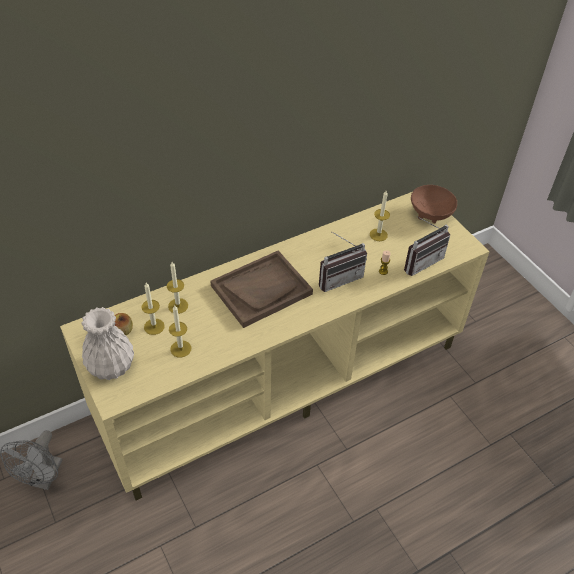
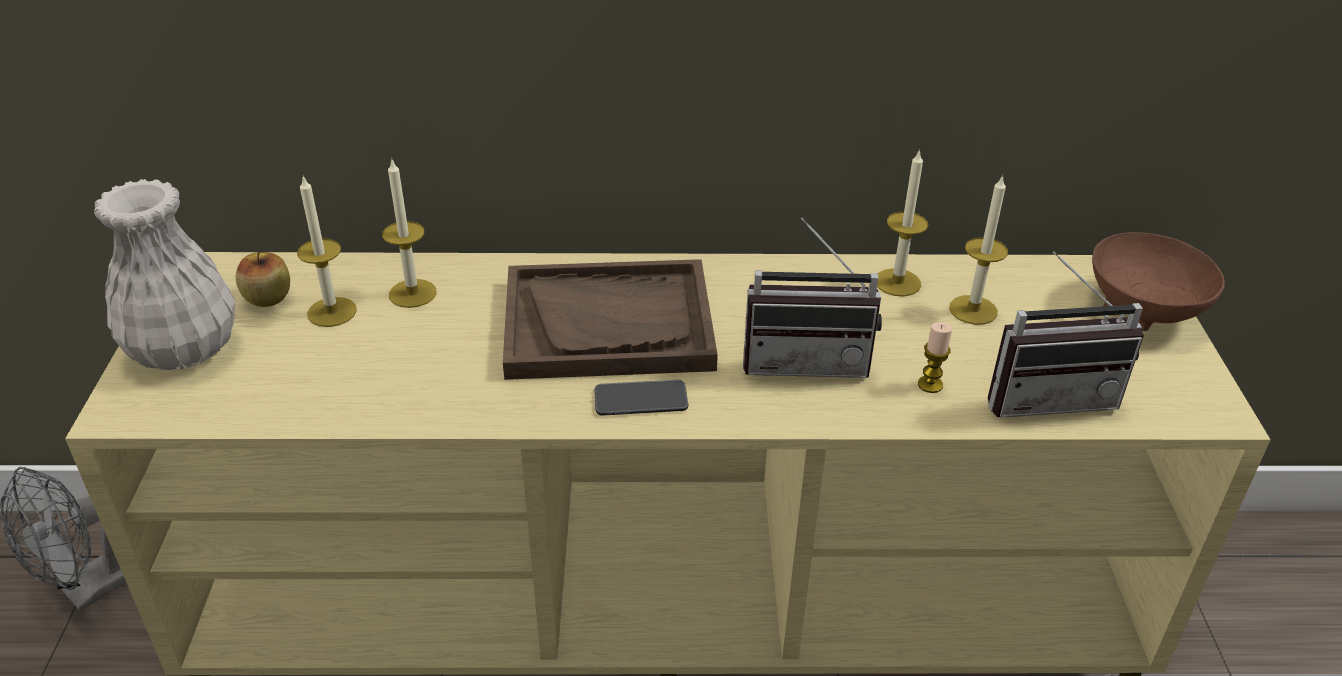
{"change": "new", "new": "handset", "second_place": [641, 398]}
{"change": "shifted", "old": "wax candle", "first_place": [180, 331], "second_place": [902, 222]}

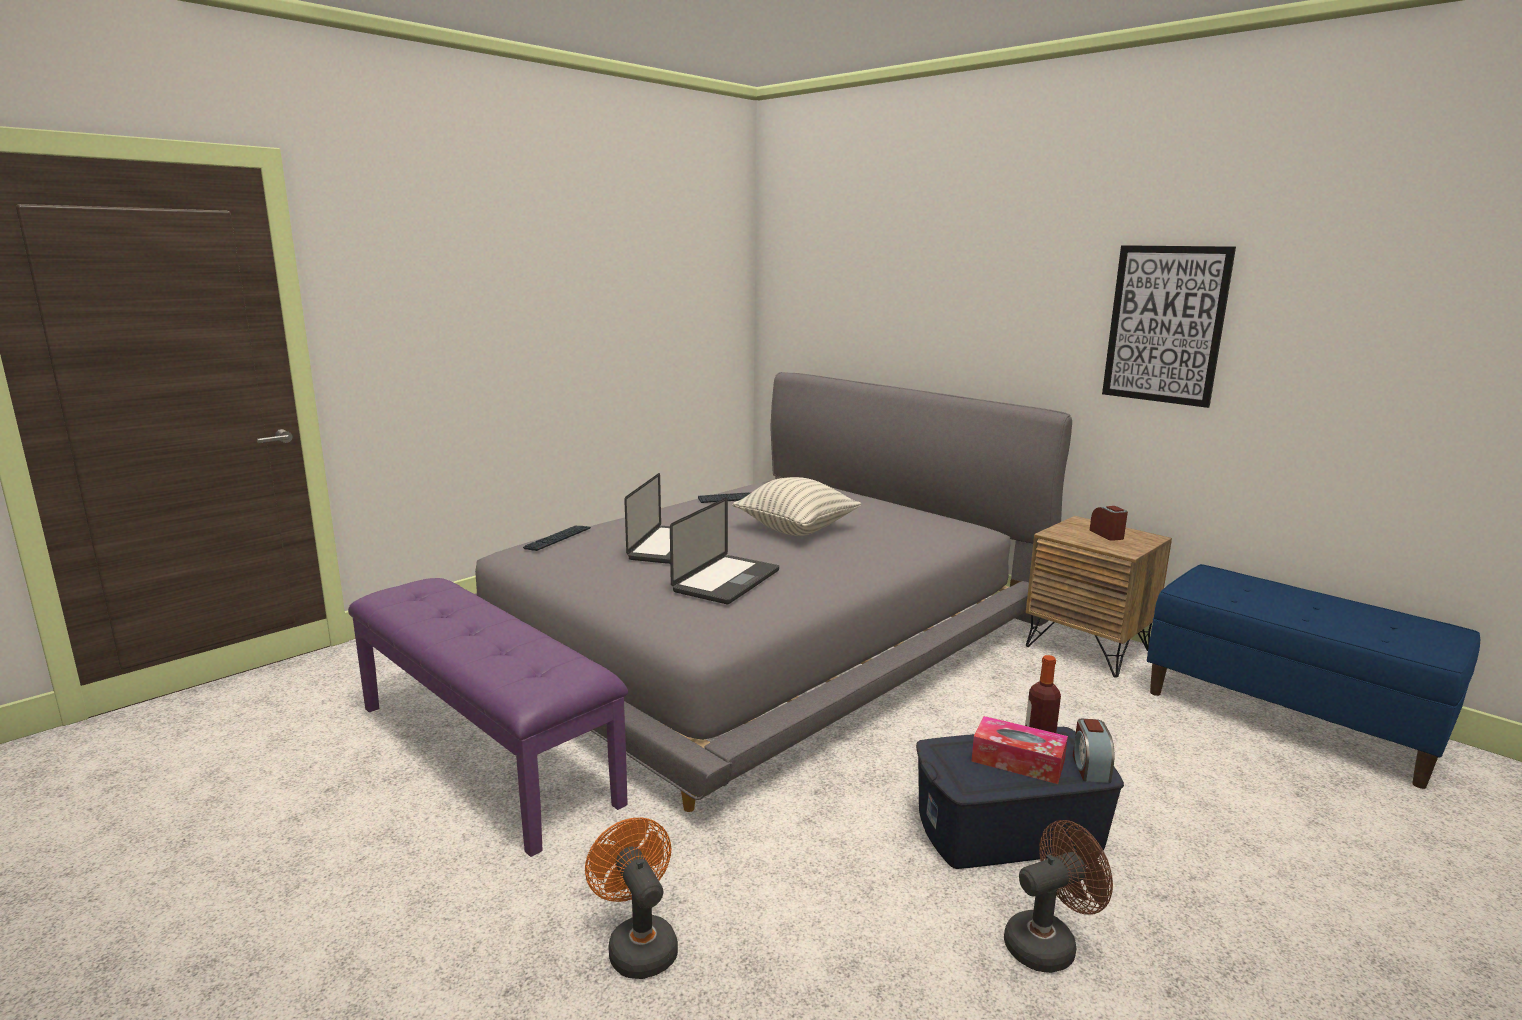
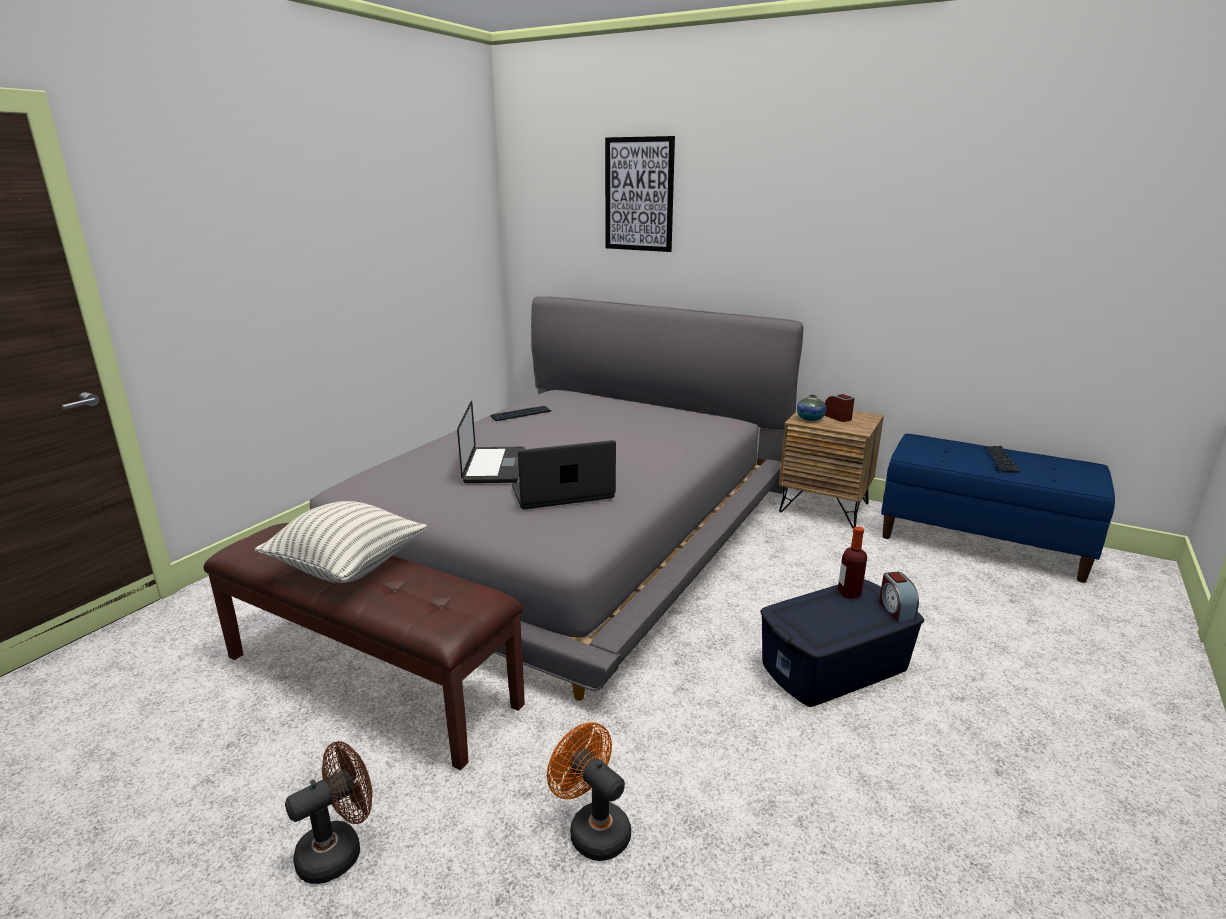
{"change": "repainted", "old": "purplish indoor bench", "new": "brownish indoor bench", "first_place": [488, 717], "second_place": [364, 646]}
{"change": "shifted", "old": "throw pillow", "first_place": [796, 506], "second_place": [341, 542]}
{"change": "shifted", "old": "brownish fan", "first_place": [1058, 896], "second_place": [328, 812]}
{"change": "rotated", "old": "portable computer", "first_place": [724, 551], "second_place": [564, 474], "degrees": -120}
{"change": "shifted", "old": "wall art", "first_place": [1169, 326], "second_place": [640, 194]}
{"change": "new", "new": "vase", "second_place": [811, 408]}
{"change": "shifted", "old": "keyboard", "first_place": [557, 538], "second_place": [1002, 459]}
{"change": "gone", "old": "tissue holder", "first_place": [1019, 750]}

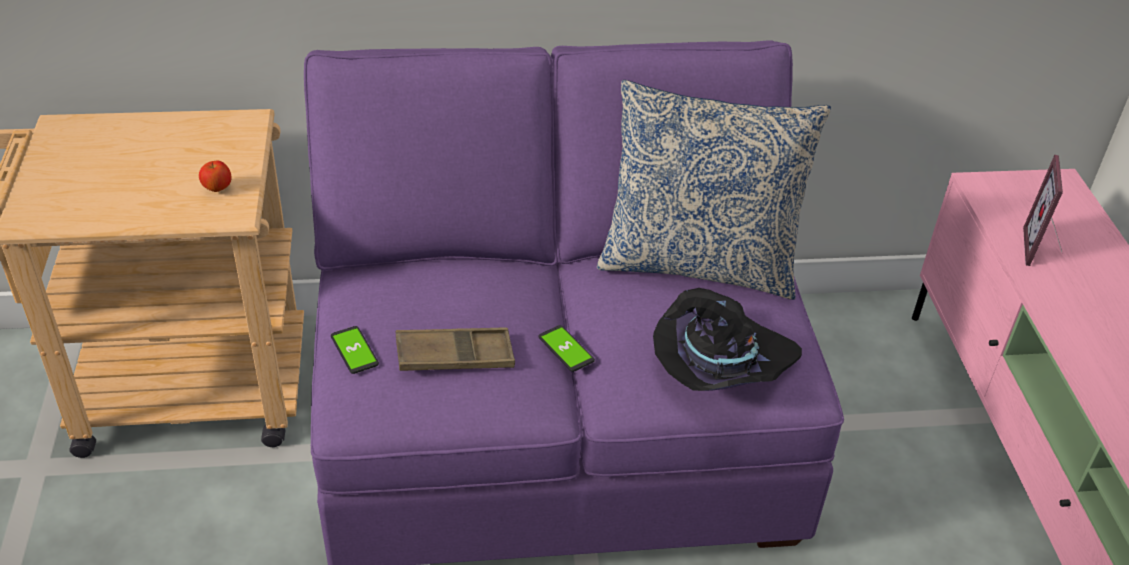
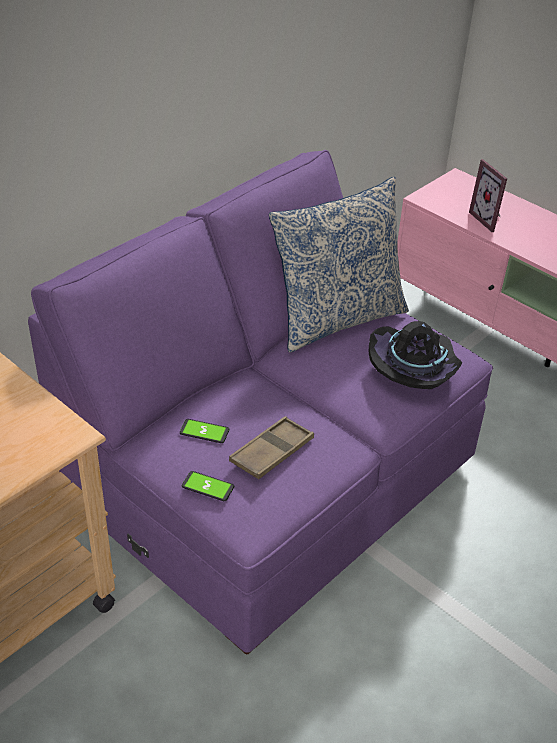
{"change": "shifted", "old": "handset", "first_place": [567, 348], "second_place": [204, 431]}
{"change": "gone", "old": "apple fruit", "first_place": [215, 176]}

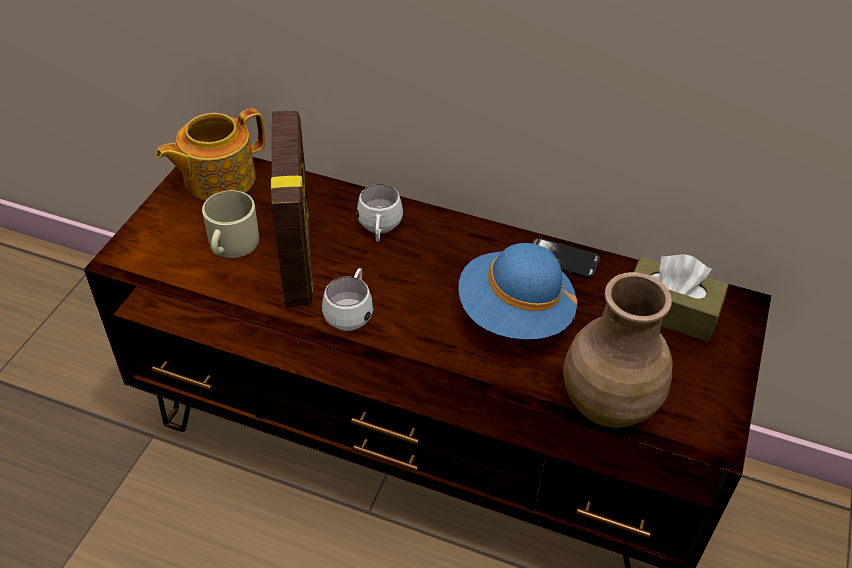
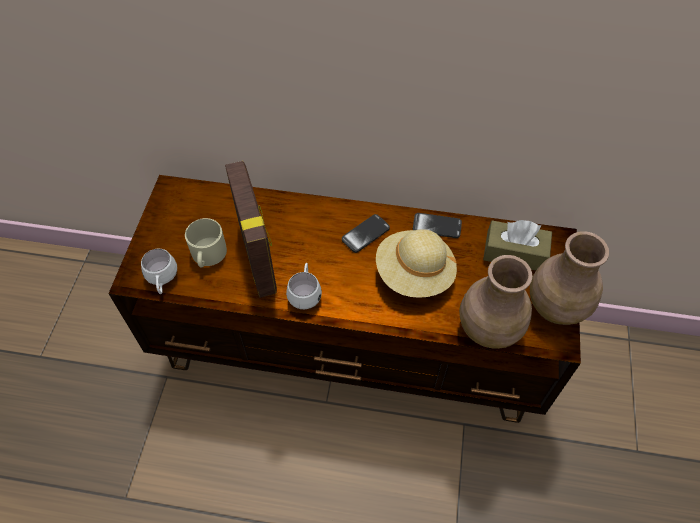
{"change": "shifted", "old": "white coffee mug", "first_place": [379, 213], "second_place": [159, 271]}
{"change": "new", "new": "handset", "second_place": [366, 233]}
{"change": "repainted", "old": "blue-coloured wearable hat", "new": "sand-coloured wearable hat", "first_place": [517, 291], "second_place": [416, 263]}
{"change": "new", "new": "brownish vase", "second_place": [569, 278]}
{"change": "gone", "old": "pot for tea", "first_place": [210, 154]}

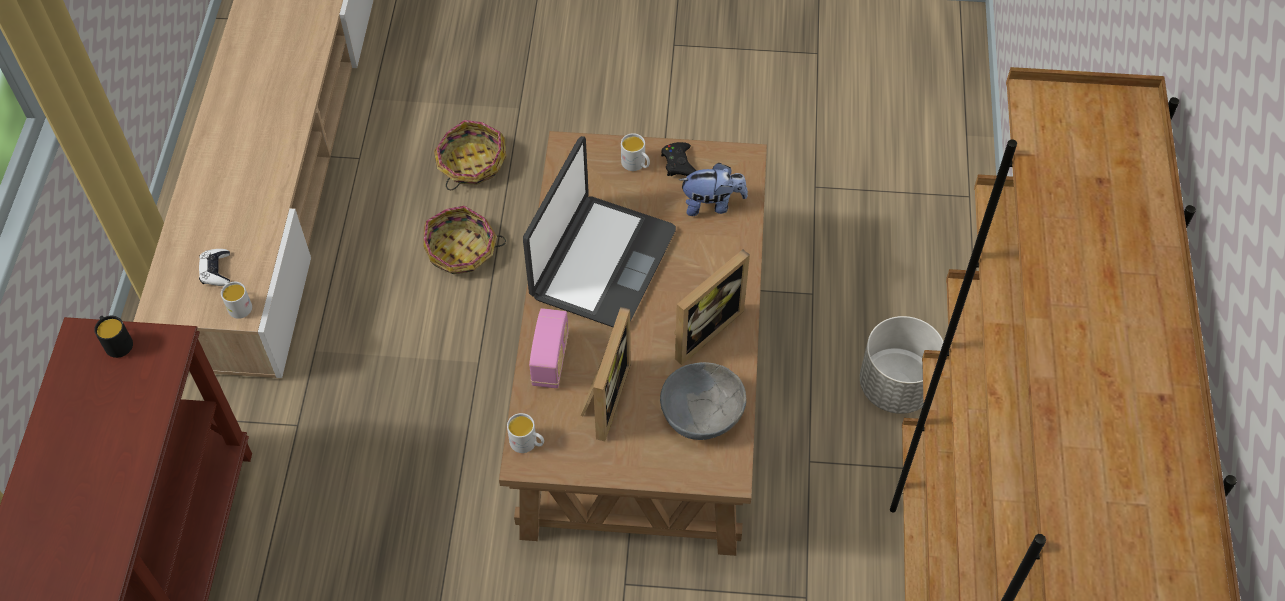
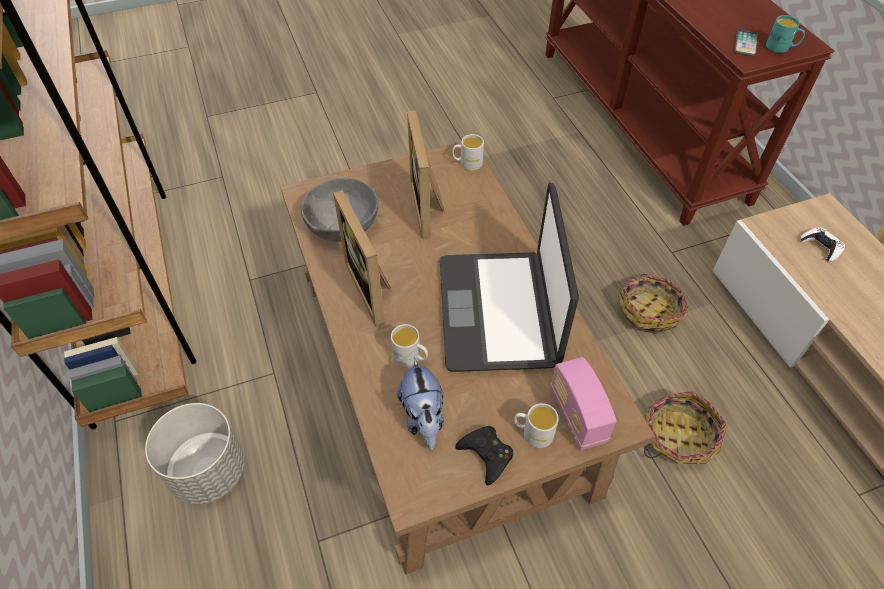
{"change": "rotated", "old": "picture frame", "first_place": [712, 307], "second_place": [362, 258], "degrees": -45}
{"change": "shifted", "old": "white coffee mug", "first_place": [236, 300], "second_place": [409, 345]}
{"change": "rotated", "old": "cuddly toy", "first_place": [713, 189], "second_place": [420, 403], "degrees": -75}
{"change": "shifted", "old": "radio receiver", "first_place": [549, 348], "second_place": [583, 404]}
{"change": "shifted", "old": "household basket", "first_place": [470, 155], "second_place": [653, 304]}
{"change": "new", "new": "handset", "second_place": [746, 43]}
{"change": "repainted", "old": "blackish coffee mug", "new": "turquoise coffee mug", "first_place": [113, 337], "second_place": [785, 34]}

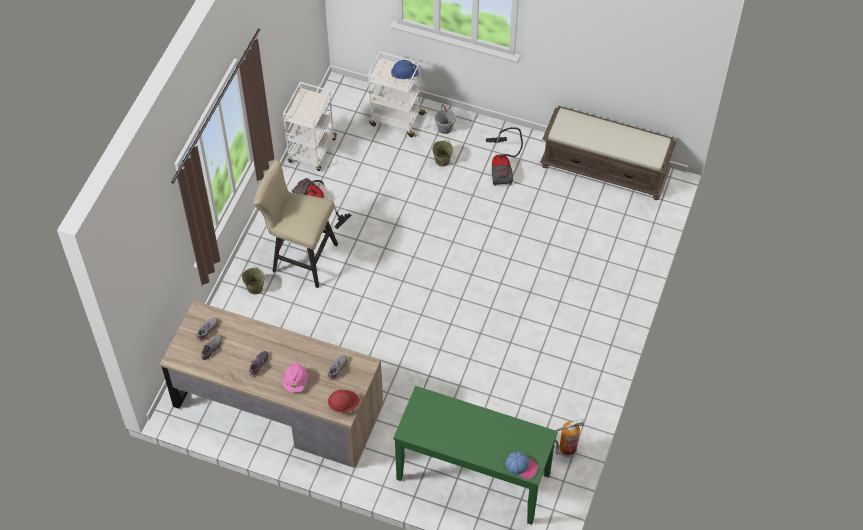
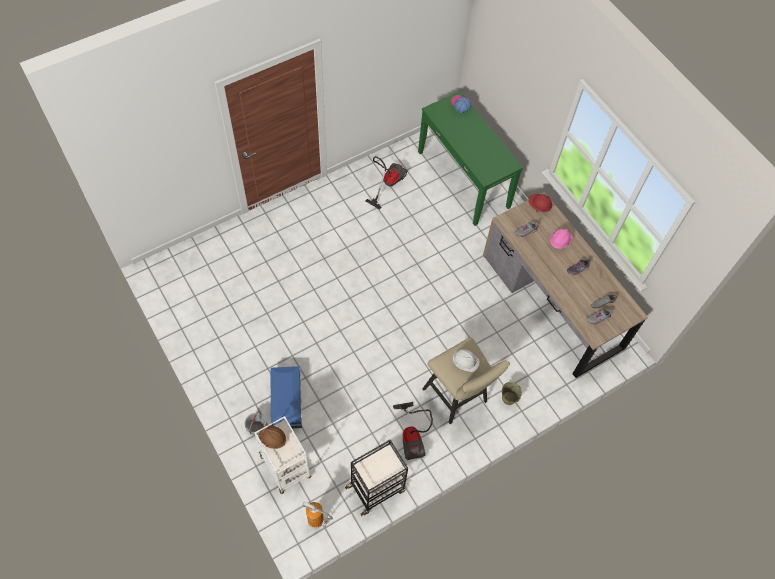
{"change": "repainted", "old": "blue-coloured hard hat", "new": "brownish hard hat", "first_place": [405, 69], "second_place": [272, 437]}
{"change": "swapped", "old": "sand-coloured water bucket", "new": "blue-coloured storage bin", "first_place": [442, 153], "second_place": [286, 397]}
{"change": "shifted", "old": "fire extinguisher", "first_place": [569, 438], "second_place": [317, 515]}
{"change": "repainted", "old": "white wheeled cart", "new": "blackish wheeled cart", "first_place": [310, 126], "second_place": [376, 478]}
{"change": "shifted", "old": "vacuum cleaner", "first_place": [504, 156], "second_place": [386, 183]}
{"change": "new", "new": "white hard hat", "second_place": [466, 360]}
{"change": "gone", "old": "brownish indoor bench", "first_place": [608, 153]}

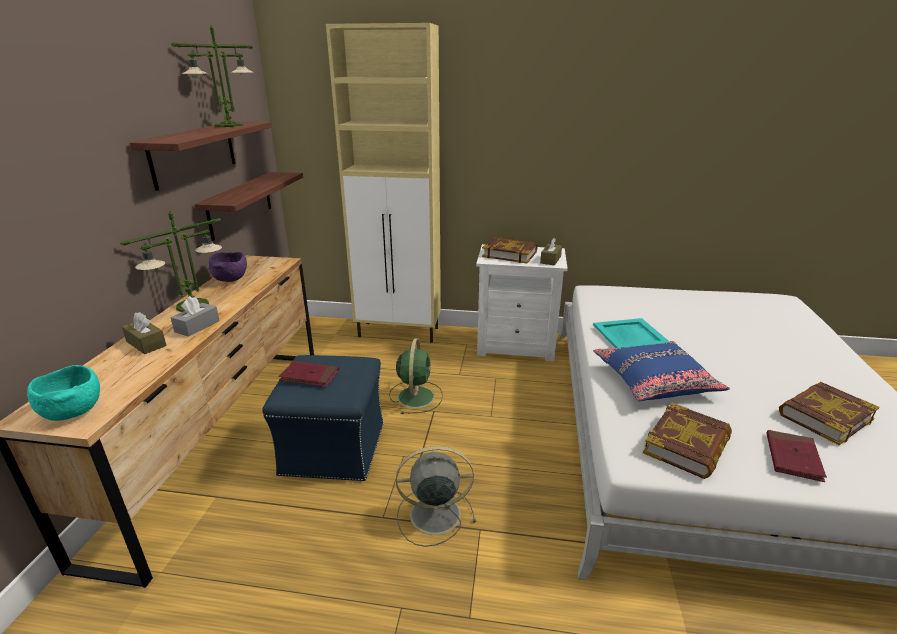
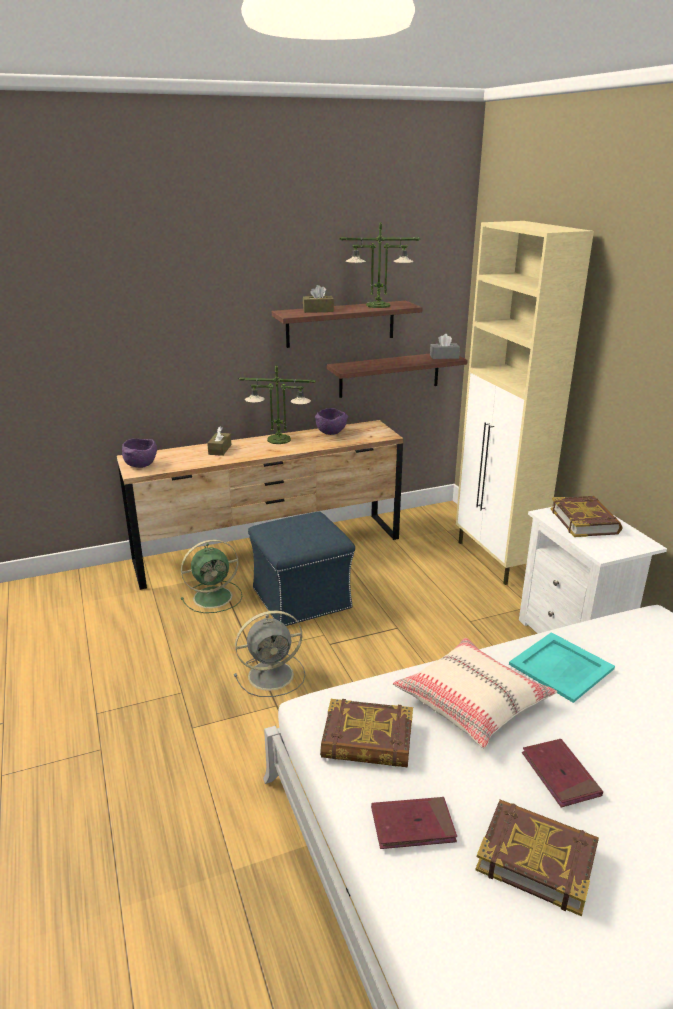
{"change": "repainted", "old": "turquoise bowl", "new": "purplish bowl", "first_place": [63, 393], "second_place": [139, 453]}
{"change": "shifted", "old": "green-coloured fan", "first_place": [416, 376], "second_place": [211, 576]}
{"change": "rotated", "old": "gray fan", "first_place": [436, 496], "second_place": [269, 654], "degrees": 105}
{"change": "shifted", "old": "brownish tissue holder", "first_place": [551, 251], "second_place": [318, 299]}
{"change": "repainted", "old": "blue-coloured throw pillow", "new": "sand-coloured throw pillow", "first_place": [661, 371], "second_place": [475, 693]}
{"change": "shifted", "old": "gray tissue holder", "first_place": [195, 316], "second_place": [445, 346]}
{"change": "shifted", "old": "red-coloured book", "first_place": [309, 374], "second_place": [562, 773]}

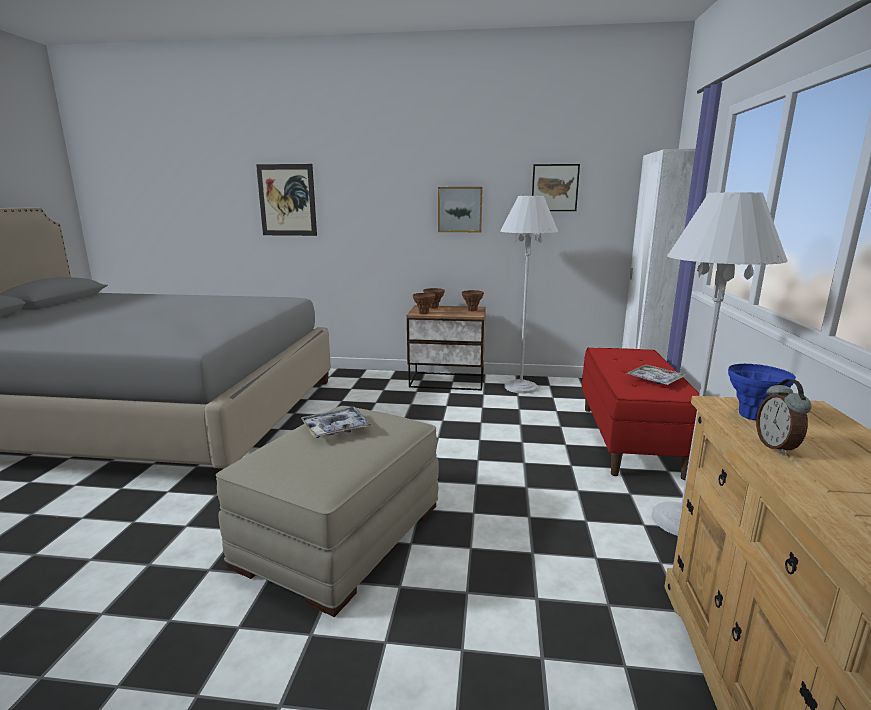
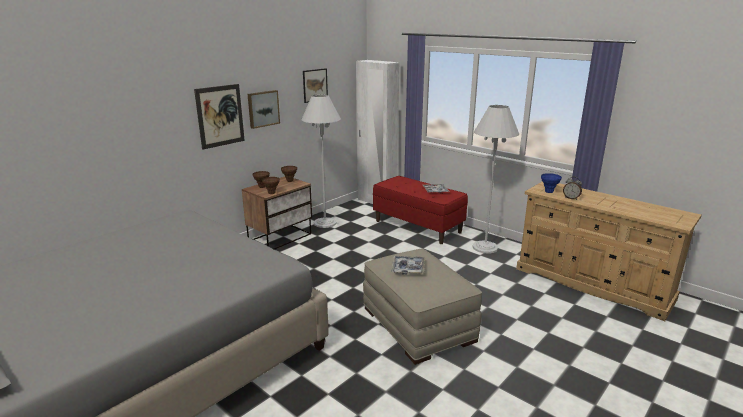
{"change": "shifted", "old": "wall art", "first_place": [286, 200], "second_place": [219, 117]}

